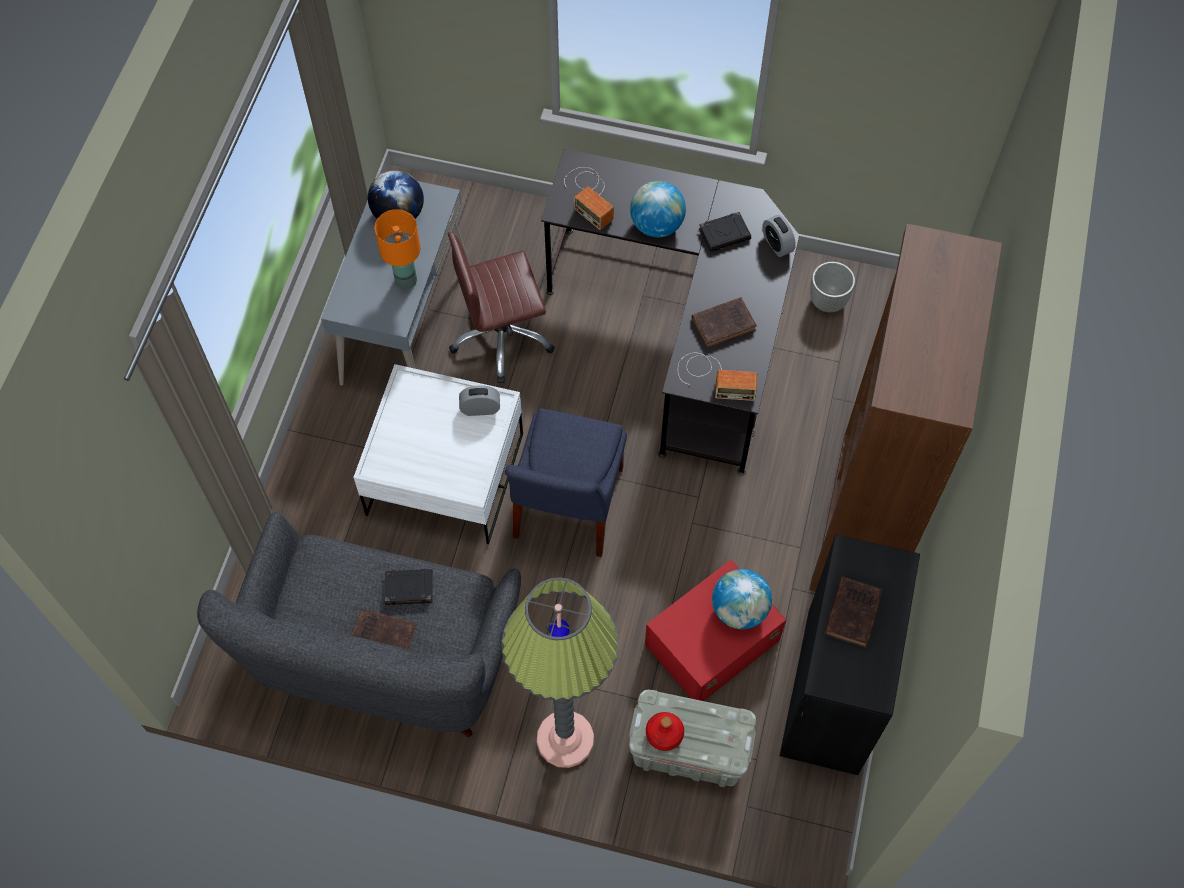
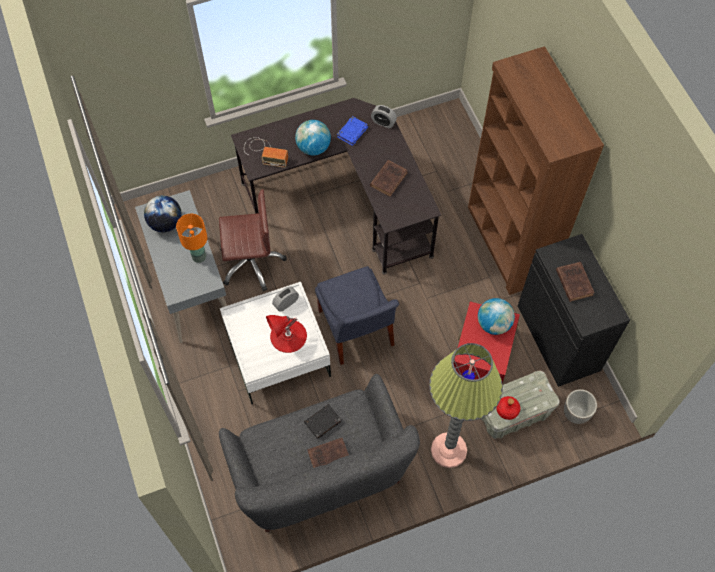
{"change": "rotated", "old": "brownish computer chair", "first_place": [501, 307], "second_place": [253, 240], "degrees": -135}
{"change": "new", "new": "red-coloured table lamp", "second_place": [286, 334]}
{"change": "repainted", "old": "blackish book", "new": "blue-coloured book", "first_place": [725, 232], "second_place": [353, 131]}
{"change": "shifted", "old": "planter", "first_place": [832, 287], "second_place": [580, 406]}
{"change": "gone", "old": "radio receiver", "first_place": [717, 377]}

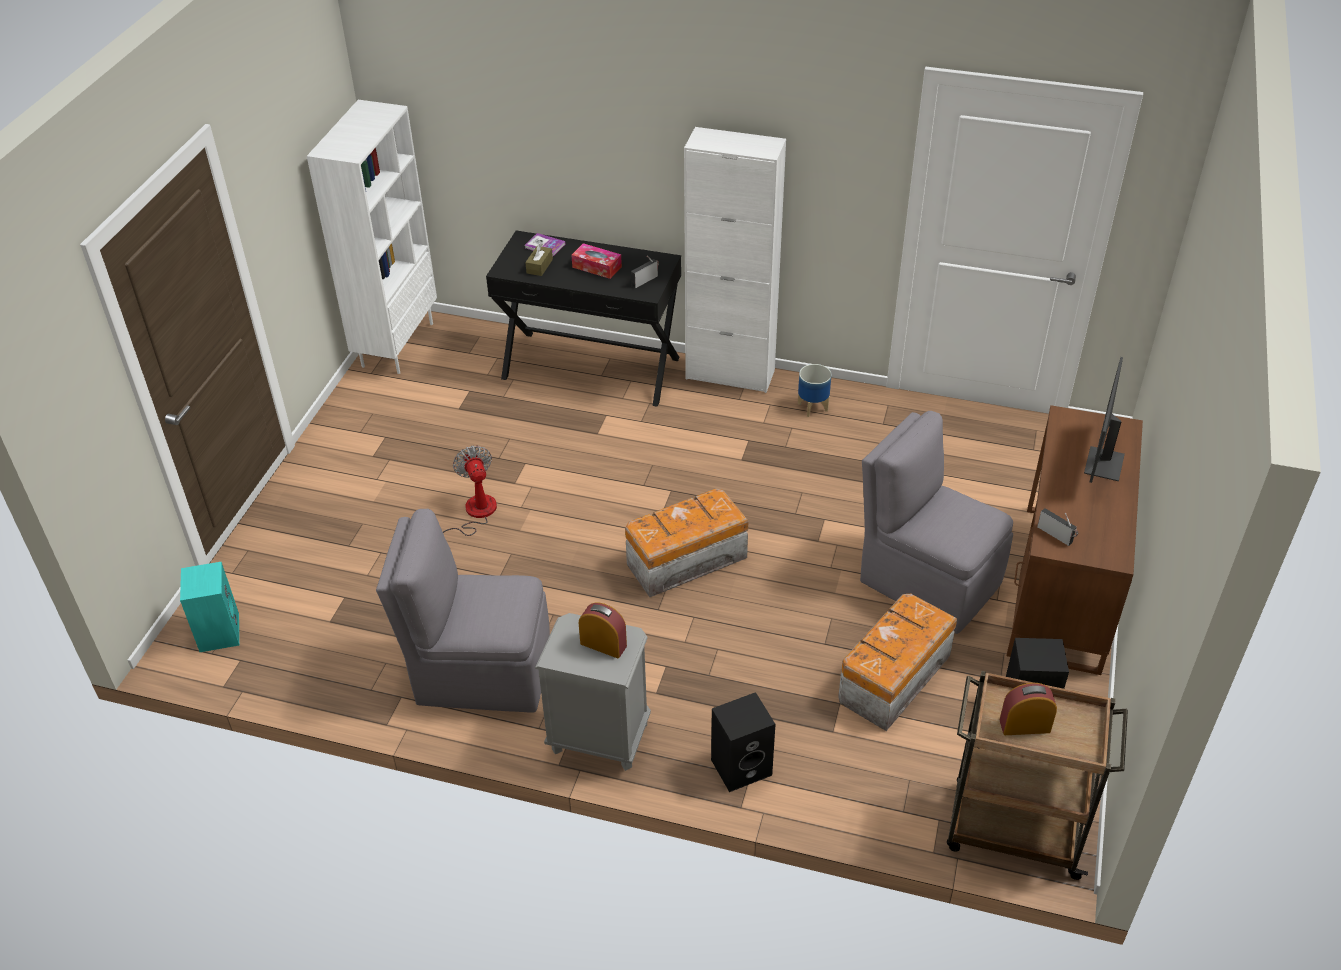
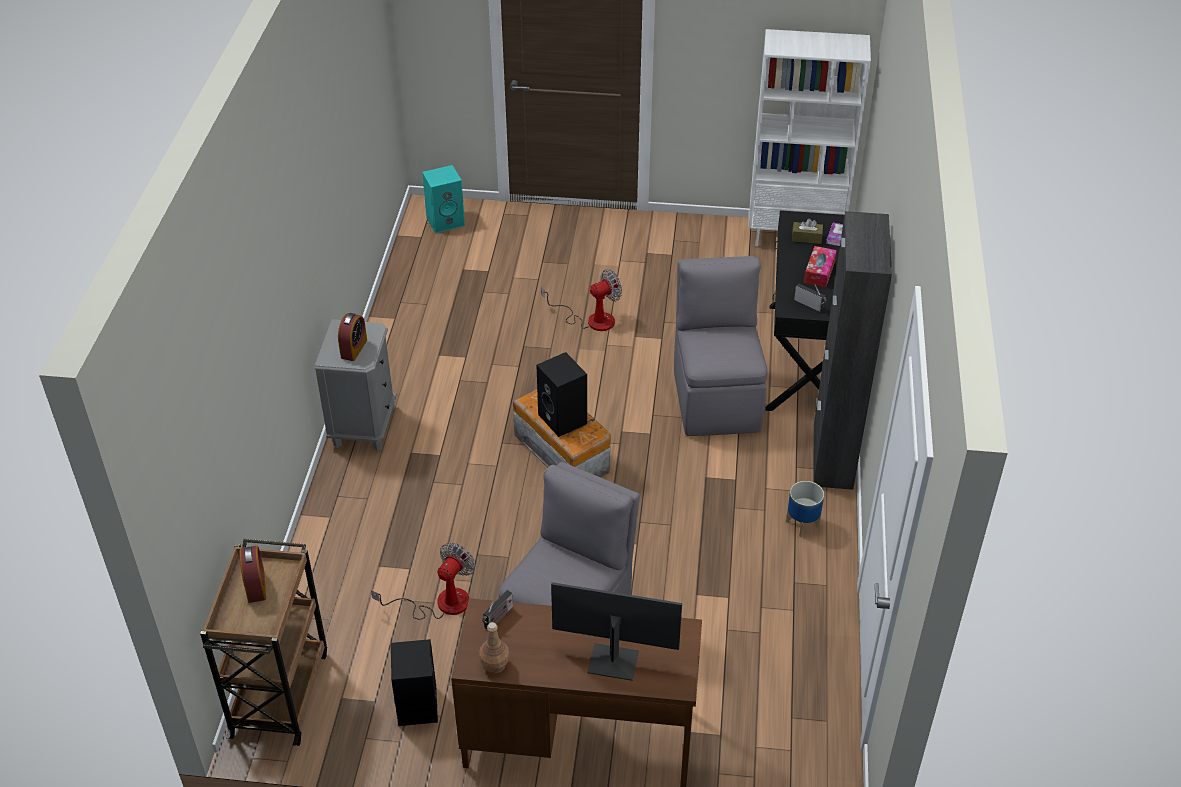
{"change": "swapped", "old": "storage bin", "new": "fan", "first_place": [897, 662], "second_place": [423, 581]}
{"change": "new", "new": "brownish drink bottle", "second_place": [494, 647]}
{"change": "shifted", "old": "blackish speaker", "first_place": [743, 742], "second_place": [561, 394]}
{"change": "shifted", "old": "gray plain chair", "first_place": [463, 611], "second_place": [721, 346]}
{"change": "repainted", "old": "white cabinet", "new": "blackish cabinet", "first_place": [735, 260], "second_place": [852, 350]}

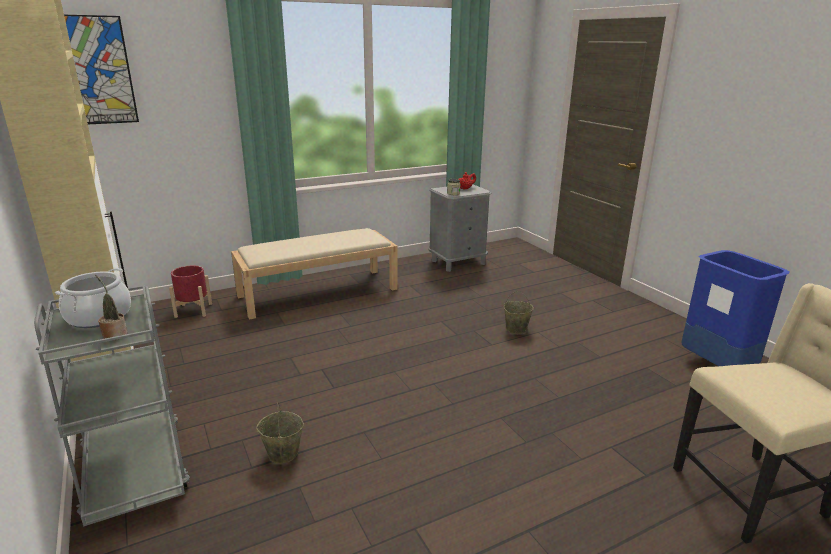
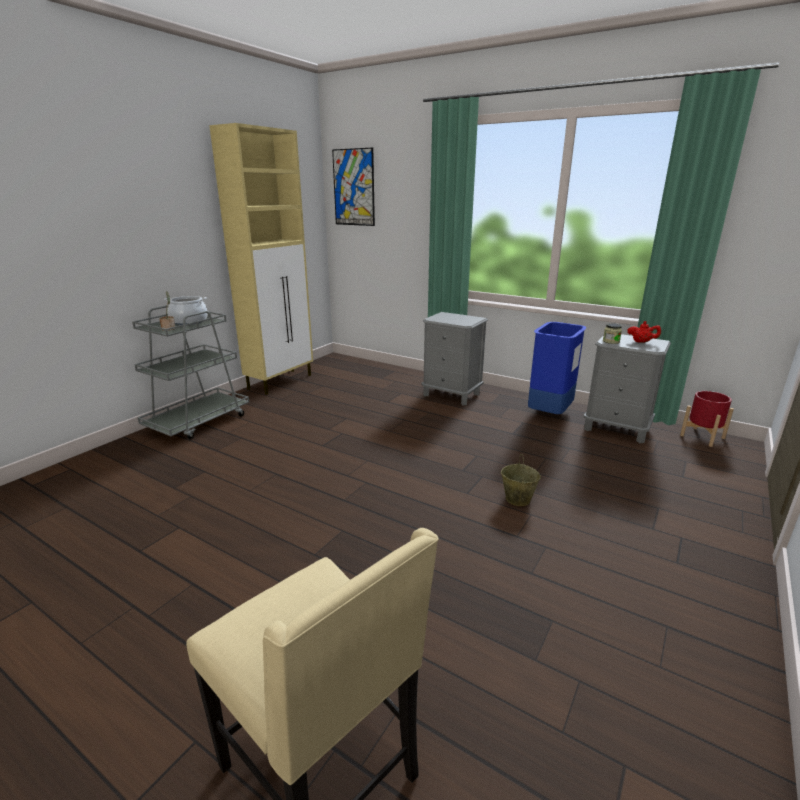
{"change": "swapped", "old": "sand-coloured indoor bench", "new": "gray night table", "first_place": [314, 274], "second_place": [454, 358]}
{"change": "shifted", "old": "blue-coloured trash can", "first_place": [735, 308], "second_place": [557, 368]}
{"change": "shifted", "old": "red-coloured planter", "first_place": [190, 291], "second_place": [707, 419]}
{"change": "gone", "old": "sand-coloured water bucket", "first_place": [280, 433]}

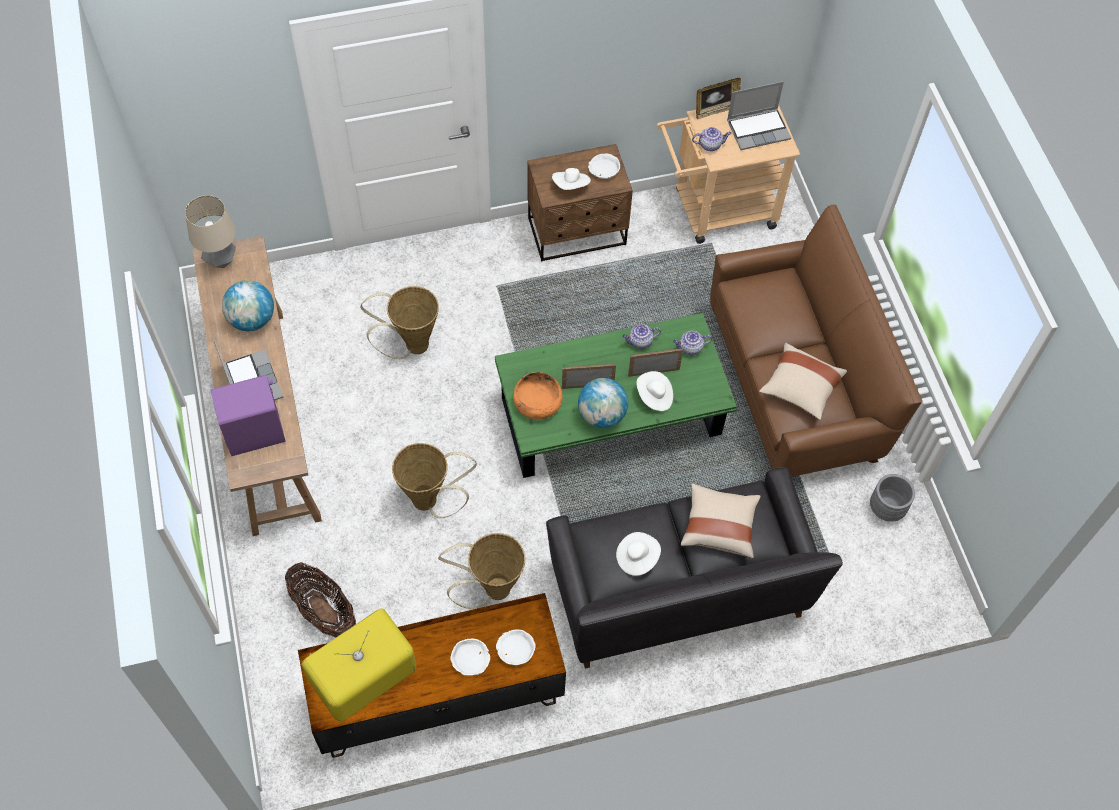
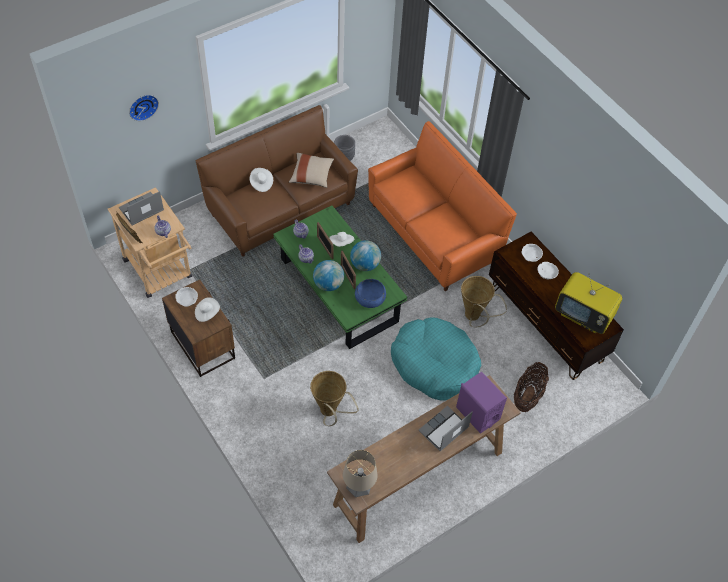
{"change": "rotated", "old": "portable computer", "first_place": [759, 115], "second_place": [141, 208], "degrees": -90}
{"change": "new", "new": "hanging clock", "second_place": [144, 108]}
{"change": "shifted", "old": "white wearable hat", "first_place": [638, 554], "second_place": [261, 180]}
{"change": "shifted", "old": "world globe", "first_place": [248, 305], "second_place": [328, 275]}
{"change": "repainted", "old": "orange bowl", "new": "blue-coloured bowl", "first_place": [538, 396], "second_place": [370, 293]}
{"change": "repainted", "old": "blackish sofa", "new": "orange sofa", "first_place": [694, 568], "second_place": [442, 206]}
{"change": "swapped", "old": "household basket", "new": "turquoise pet bed", "first_place": [434, 480], "second_place": [436, 359]}
{"change": "gone", "old": "sand-coloured throw pillow", "first_place": [721, 521]}

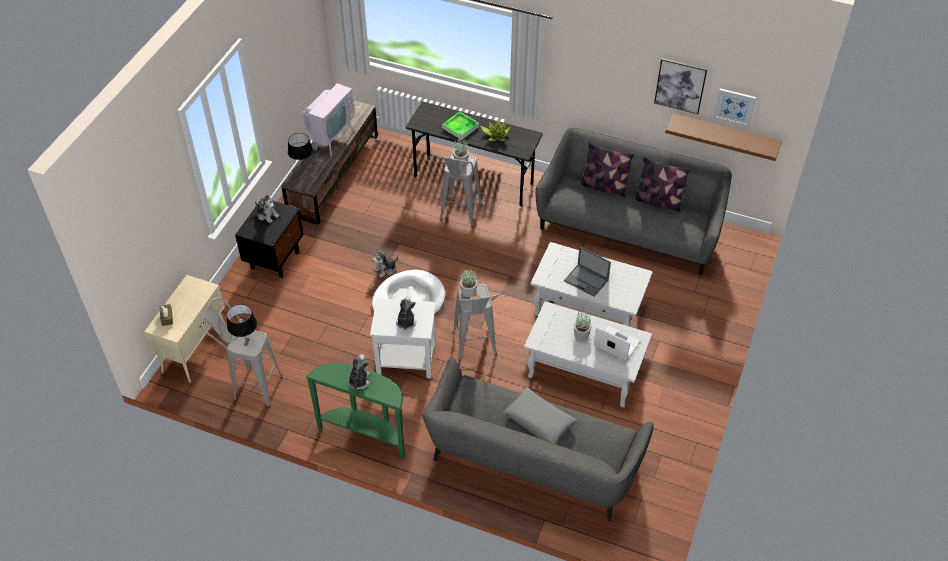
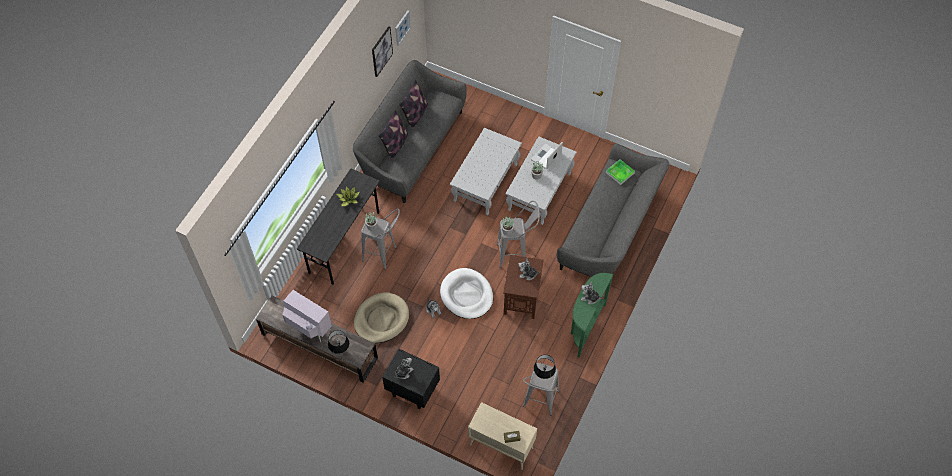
{"change": "new", "new": "sand-coloured pet bed", "second_place": [381, 317]}
{"change": "repainted", "old": "white end table", "new": "brownish end table", "first_place": [403, 338], "second_place": [523, 287]}
{"change": "shifted", "old": "tray", "first_place": [460, 125], "second_place": [620, 172]}
{"change": "gone", "old": "gray throw pillow", "first_place": [540, 415]}
{"change": "gone", "old": "portable computer", "first_place": [587, 271]}
{"change": "gone", "old": "brownish shelf", "first_place": [723, 137]}

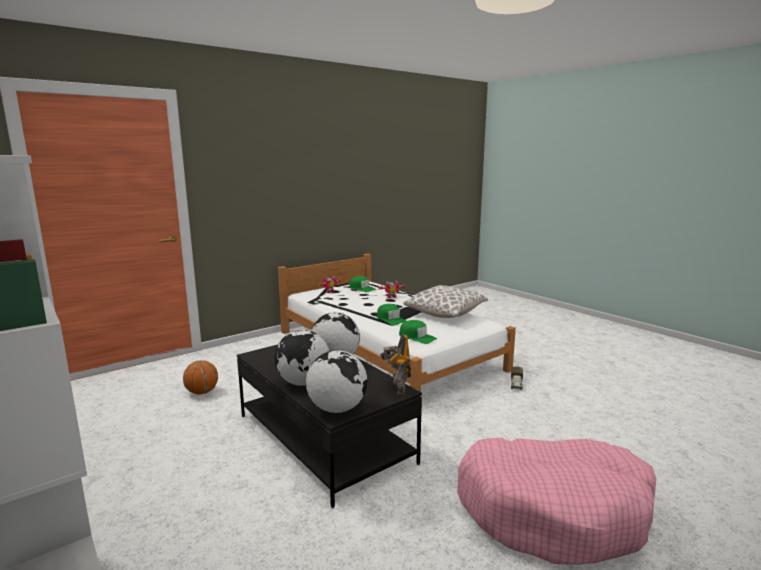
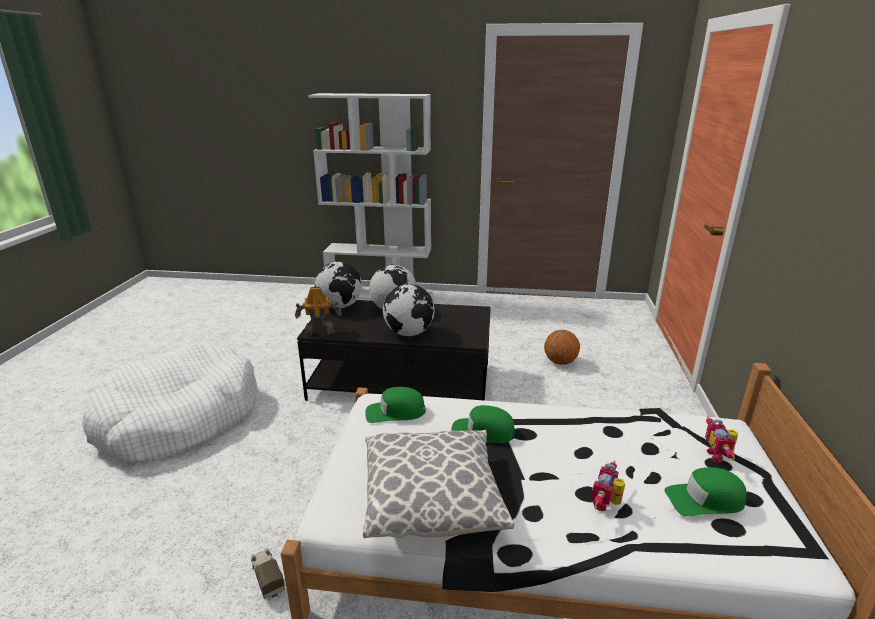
{"change": "repainted", "old": "pinkish pet bed", "new": "white pet bed", "first_place": [556, 501], "second_place": [170, 402]}
{"change": "rotated", "old": "robot figure", "first_place": [396, 365], "second_place": [318, 311], "degrees": -45}

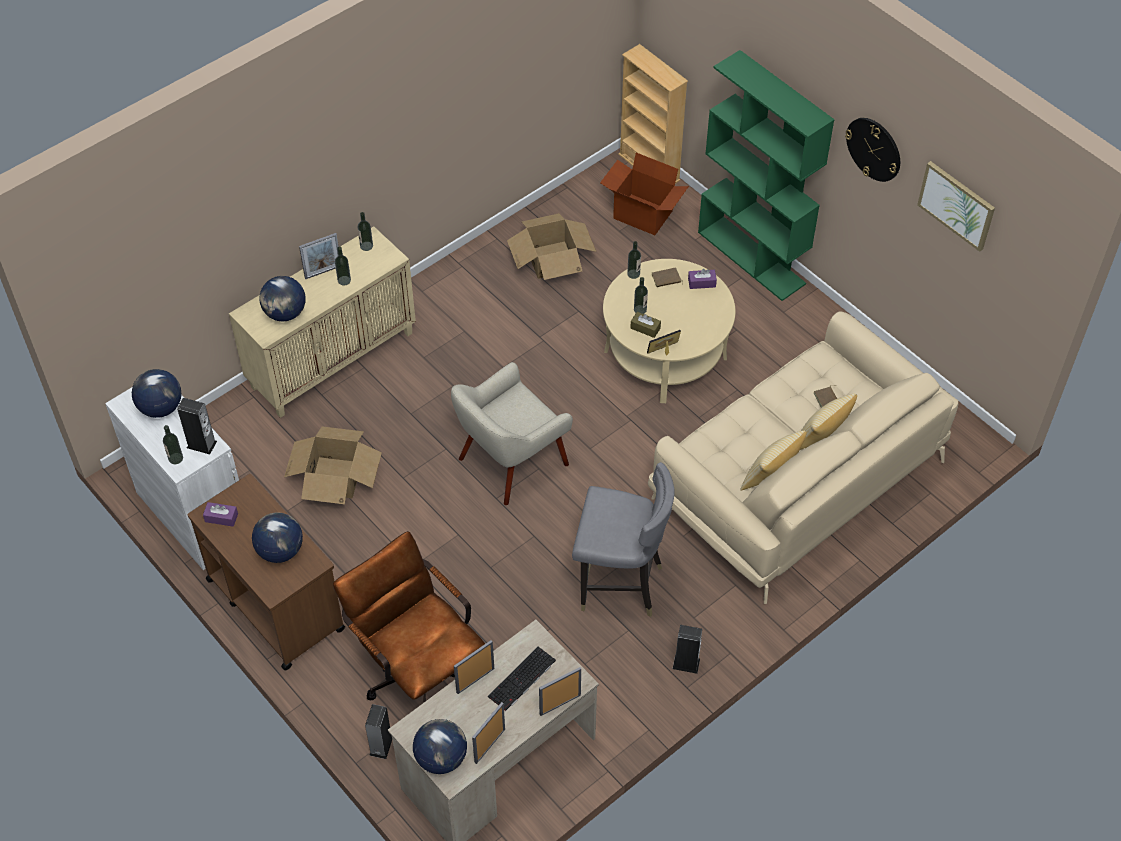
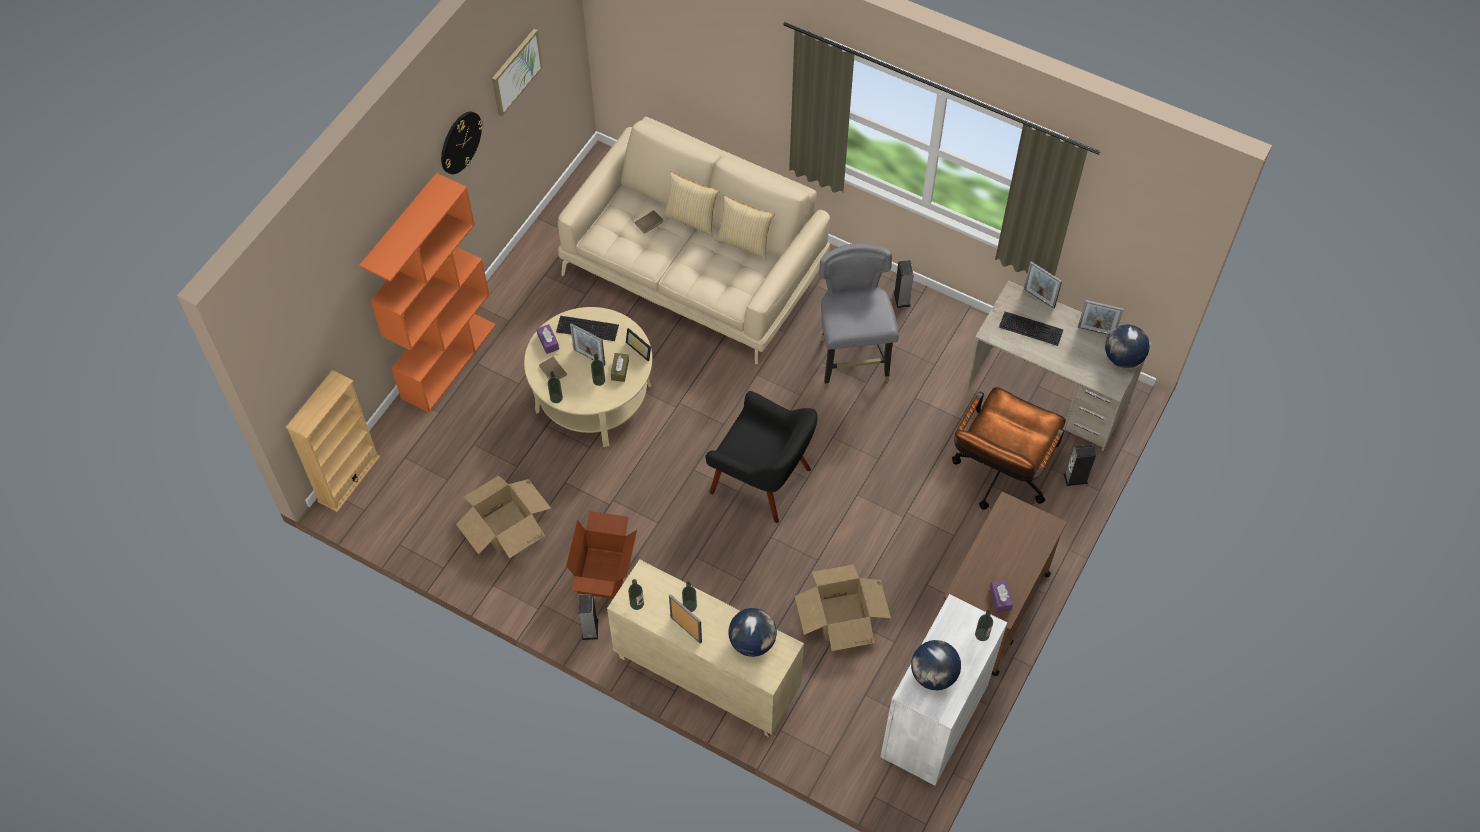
{"change": "repainted", "old": "green-coloured bookcase", "new": "orange bookcase", "first_place": [766, 175], "second_place": [427, 293]}
{"change": "new", "new": "keyboard", "second_place": [587, 328]}
{"change": "shifted", "old": "packing box", "first_place": [644, 194], "second_place": [601, 555]}
{"change": "shifted", "old": "picture frame", "first_place": [474, 667], "second_place": [587, 344]}
{"change": "shifted", "old": "speaker", "first_place": [197, 426], "second_place": [588, 617]}
{"change": "repainted", "old": "sand-coloured easy chair", "new": "blackish easy chair", "first_place": [512, 433], "second_place": [761, 457]}
{"change": "gone", "old": "world globe", "first_place": [277, 537]}

